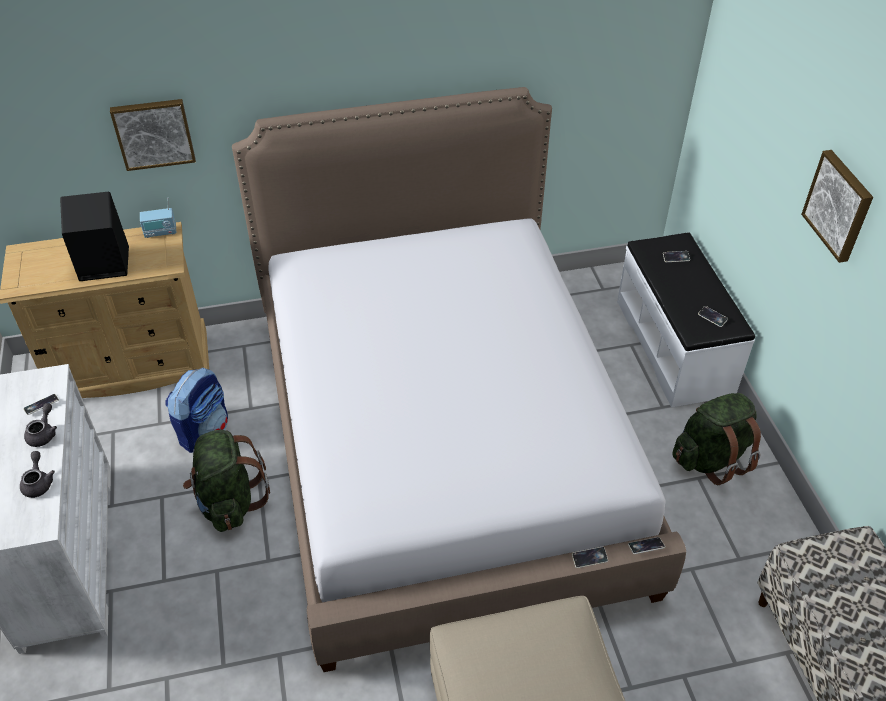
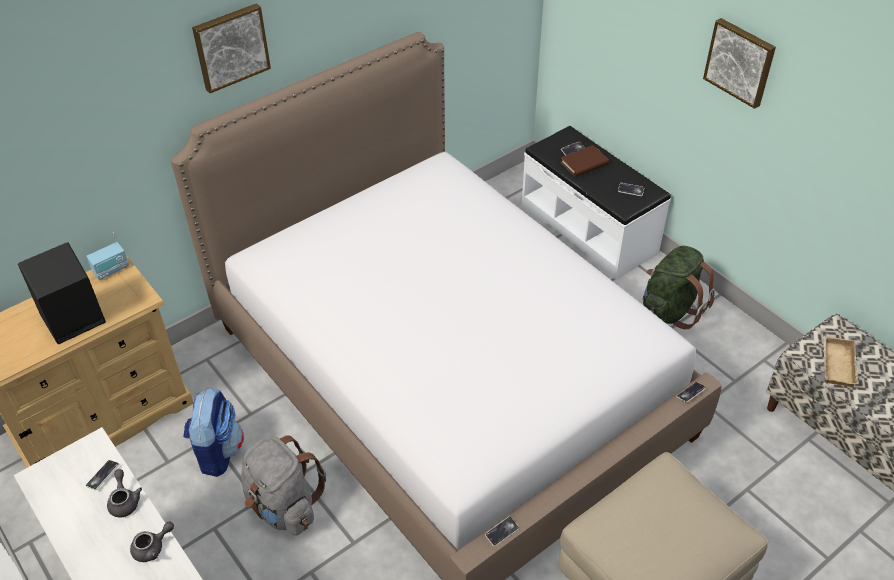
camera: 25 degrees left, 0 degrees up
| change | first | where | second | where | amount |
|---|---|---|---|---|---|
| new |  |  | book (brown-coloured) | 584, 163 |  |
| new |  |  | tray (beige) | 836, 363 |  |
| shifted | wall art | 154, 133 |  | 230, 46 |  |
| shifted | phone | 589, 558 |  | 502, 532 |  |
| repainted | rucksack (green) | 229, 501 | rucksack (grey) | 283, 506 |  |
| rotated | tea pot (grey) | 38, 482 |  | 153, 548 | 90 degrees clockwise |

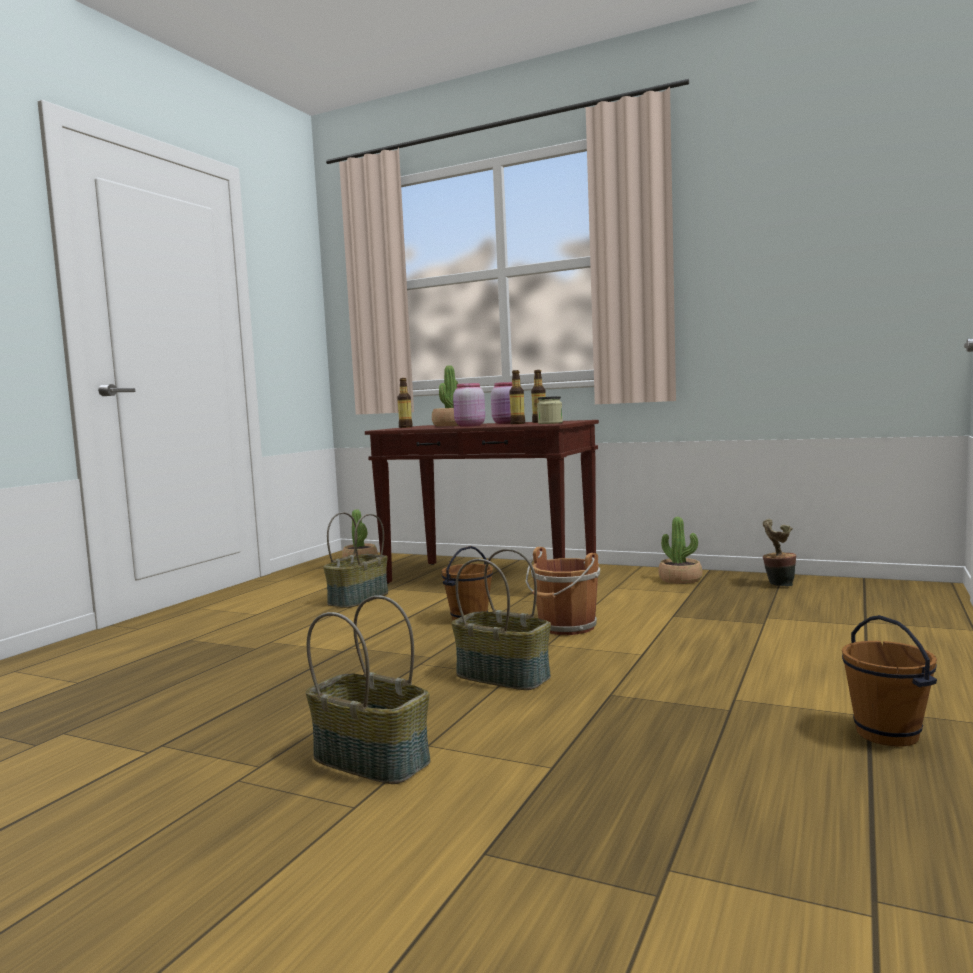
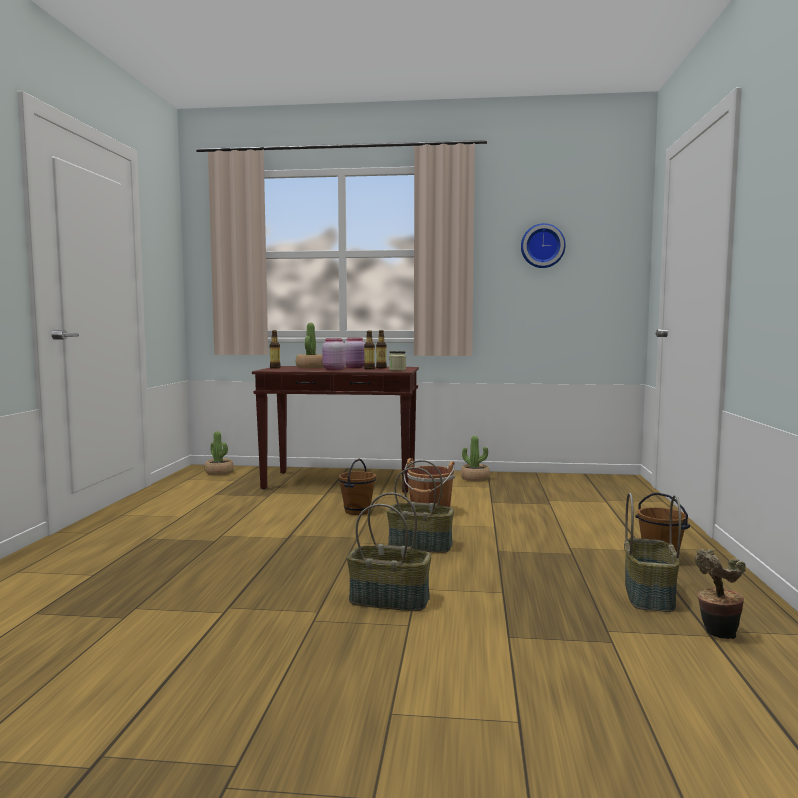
camera: 20 degrees left, 0 degrees up
| change | first | where | second | where | amount |
|---|---|---|---|---|---|
| new |  |  | wall clock | 542, 246 |  |
| shifted | basket | 359, 599 |  | 650, 596 |  |
| shifted | potted plant | 778, 585 |  | 716, 634 |  |

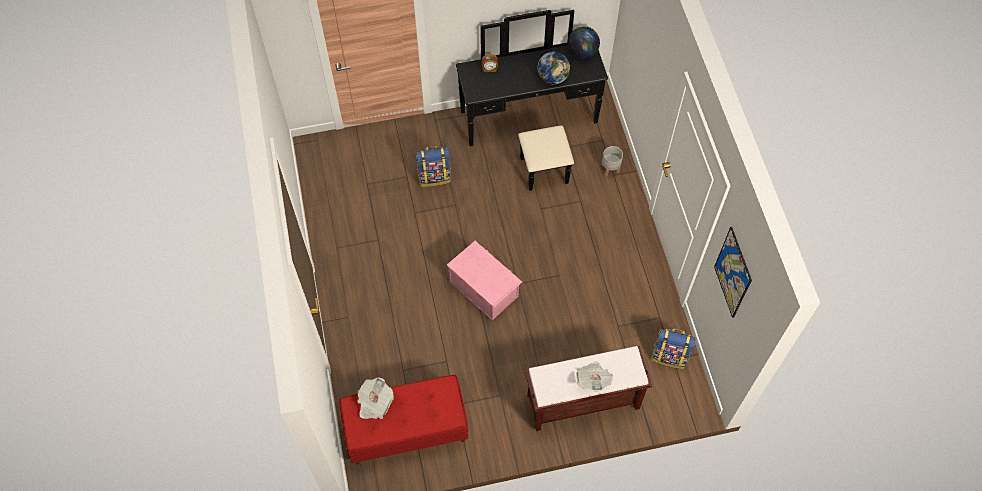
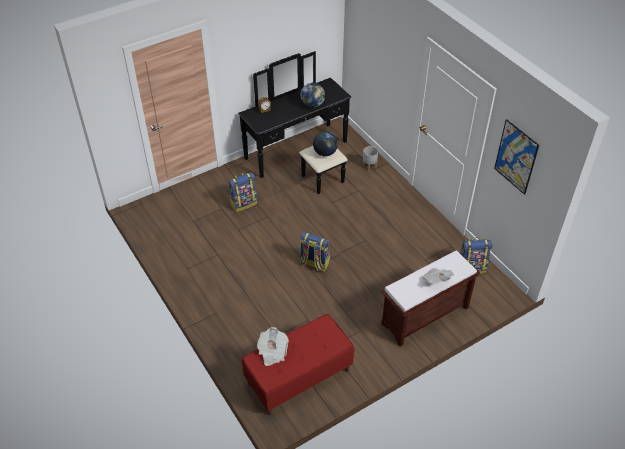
camera: 20 degrees left, 15 degrees down
| change | first | where | second | where | amount |
|---|---|---|---|---|---|
| shifted | world globe | 582, 52 |  | 325, 153 |  |
| swapped | storage container (pink) | 484, 288 | rucksack | 314, 263 |  |

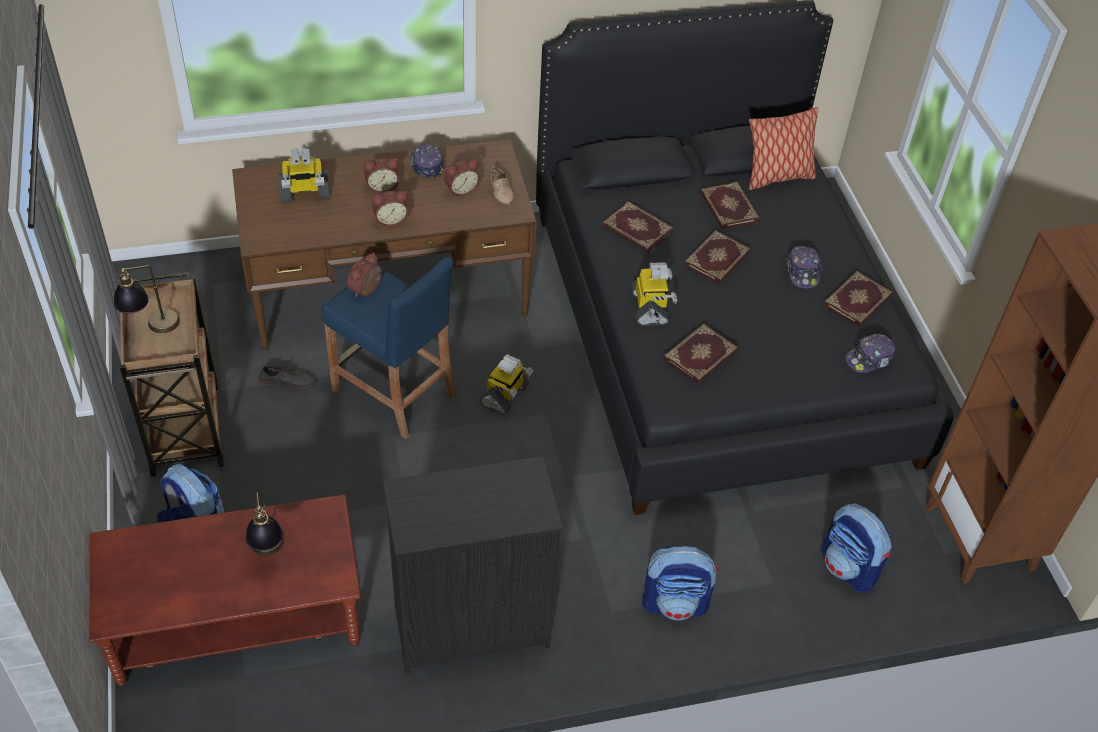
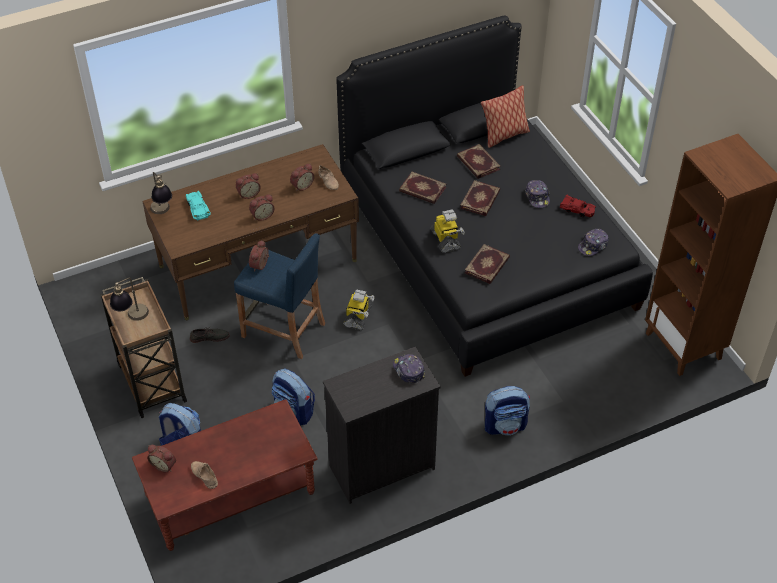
camera: 10 degrees left, 0 degrees up
| change | first | where | second | where | amount |
|---|---|---|---|---|---|
| new |  |  | table clock | 164, 465 |  |
| new |  |  | low shoe (beige) | 204, 476 |  |
| shifted | tabletop lamp | 268, 553 |  | 163, 212 |  |
| shifted | baseball cap | 426, 165 |  | 408, 370 |  |
| shifted | rucksack | 849, 568 |  | 294, 411 |  |
| swapped | robot figure | 304, 193 | miniature car (turquoise-coloured) | 198, 208 |  |
| swapped | book | 858, 302 | miniature car (red-coloured) | 577, 210 |  |

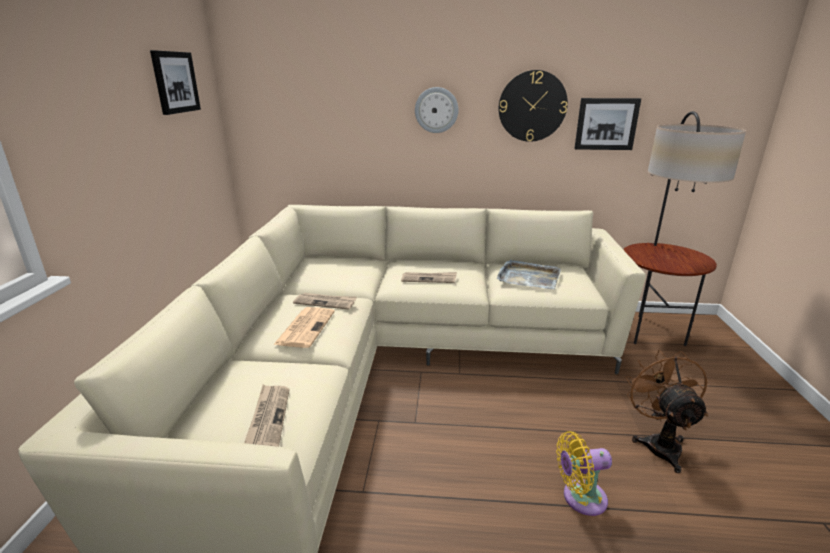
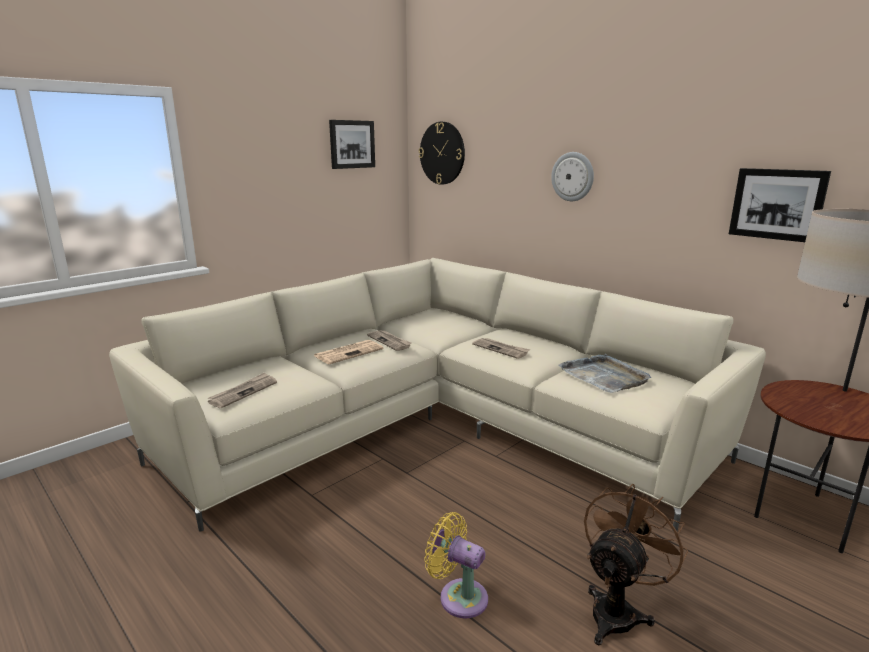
camera: 40 degrees right, 5 degrees down
| change | first | where | second | where | amount |
|---|---|---|---|---|---|
| shifted | wall clock | 532, 106 |  | 442, 153 |  |

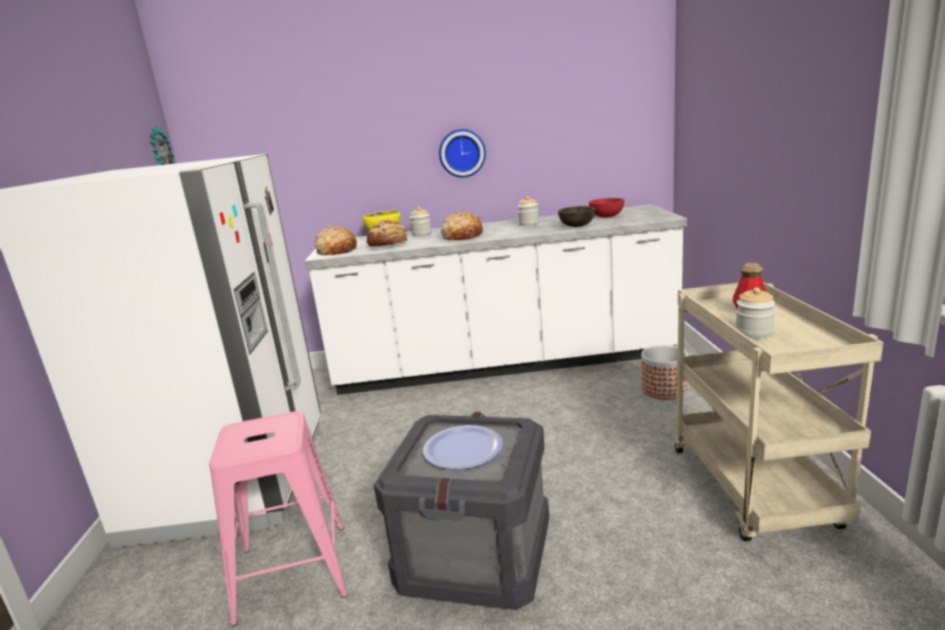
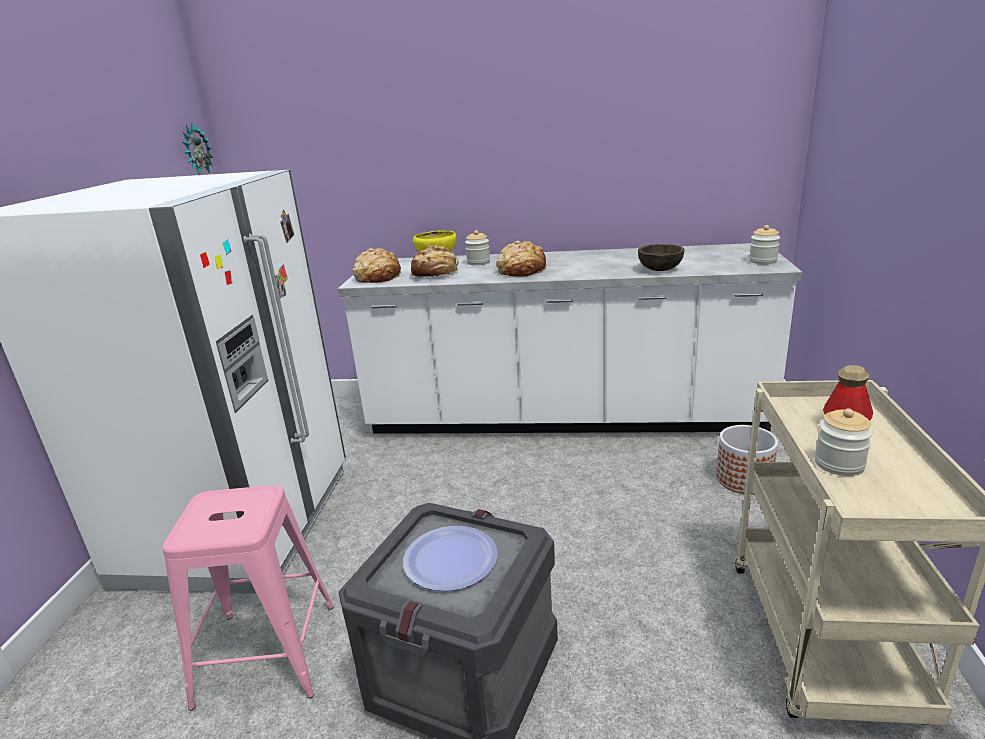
camera: 10 degrees right, 5 degrees up
| change | first | where | second | where | amount |
|---|---|---|---|---|---|
| gone | wall clock | 462, 153 |  |  |  |
| gone | deep dish (red-coloured) | 606, 216 |  |  |  |
| shifted | preserve jar | 529, 224 |  | 763, 261 |  |

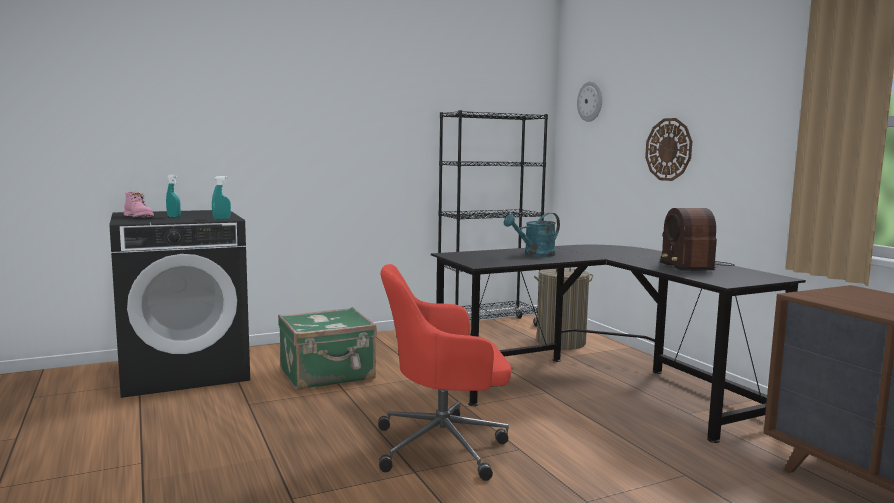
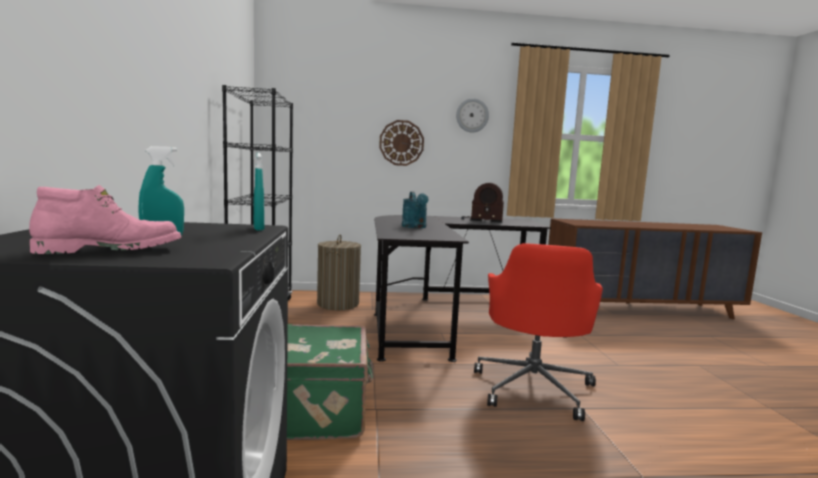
camera: 70 degrees left, 0 degrees up
| change | first | where | second | where | amount |
|---|---|---|---|---|---|
| shifted | wall clock | 590, 101 |  | 472, 115 |  |

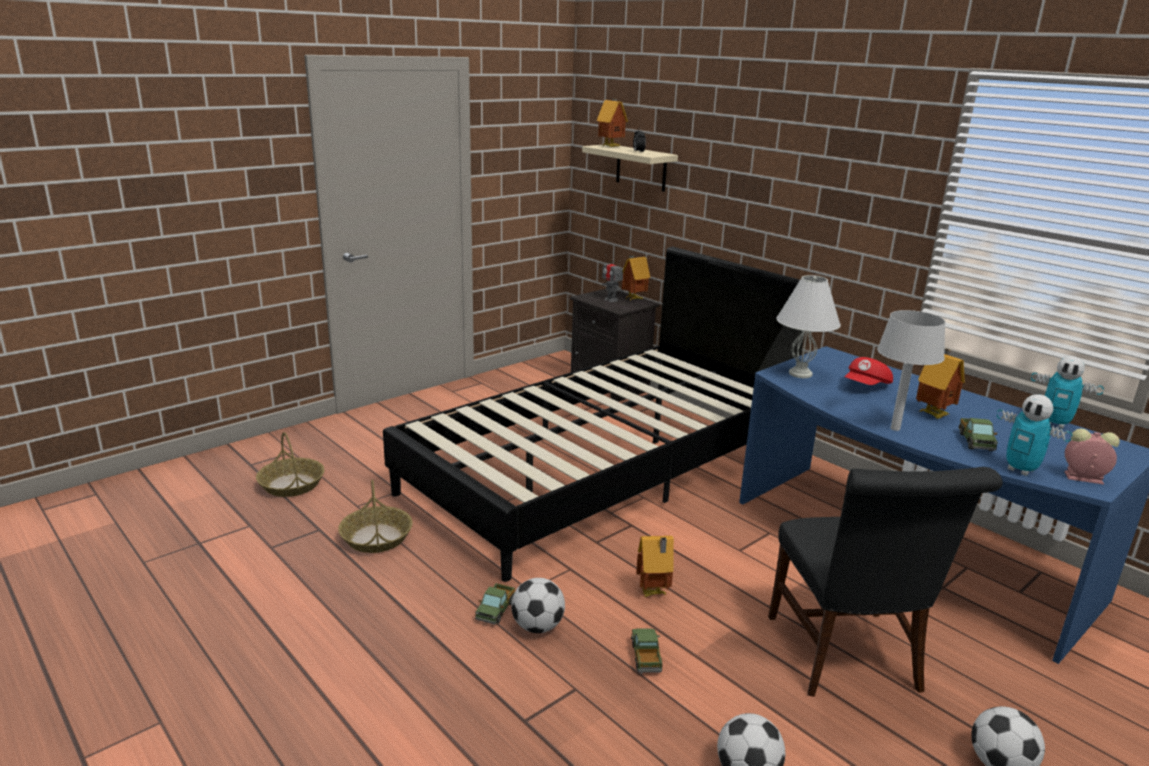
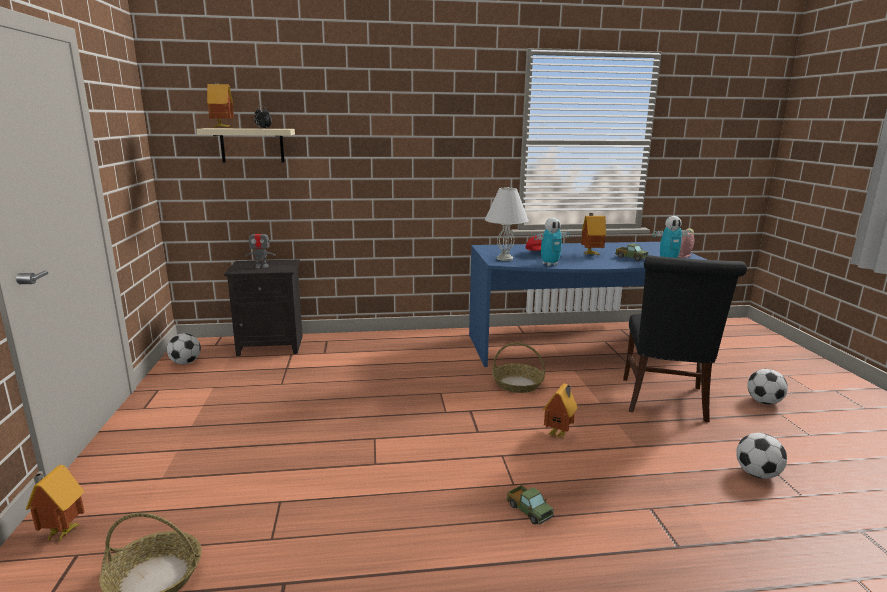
camera: 55 degrees left, 5 degrees down
| change | first | where | second | where | amount |
|---|---|---|---|---|---|
| gone | sleeping bed (blackish) | 601, 469 |  |  |  |
| gone | model truck | 646, 657 |  |  |  |
| gone | tabletop lamp (grey) | 895, 428 |  |  |  |
| shifted | basket | 376, 538 |  | 518, 384 |  |
| shifted | football ball | 538, 626 |  | 185, 362 |  |
| shifted | miniature house | 633, 299 |  | 61, 533 |  |
| shifted | robot figure | 1054, 424 |  | 550, 264 |  |
| rotated | chair (blackish) | 847, 659 |  | 665, 402 | 75 degrees clockwise |

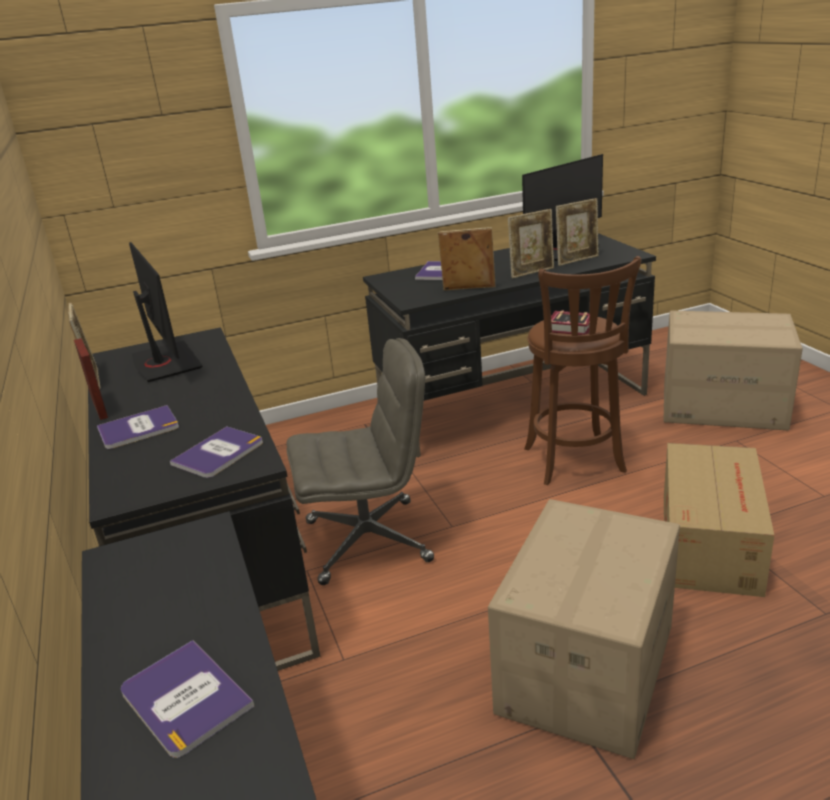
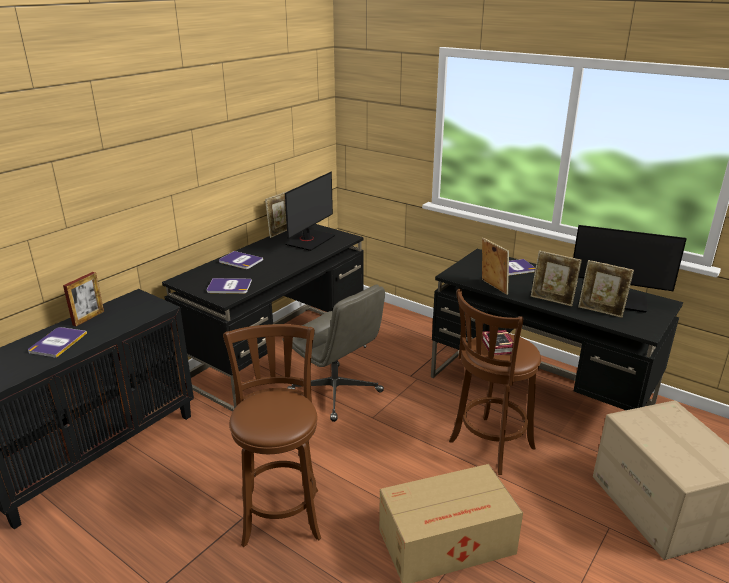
camera: 55 degrees right, 0 degrees up
| change | first | where | second | where | amount |
|---|---|---|---|---|---|
| shifted | picture frame | 99, 408 |  | 88, 318 |  |
| swapped | cardboard box | 585, 667 | sitting stool (brown-coloured) | 281, 513 |  |

